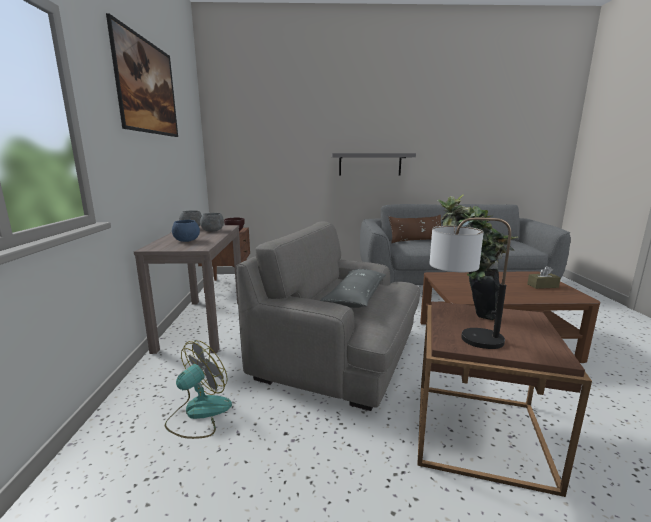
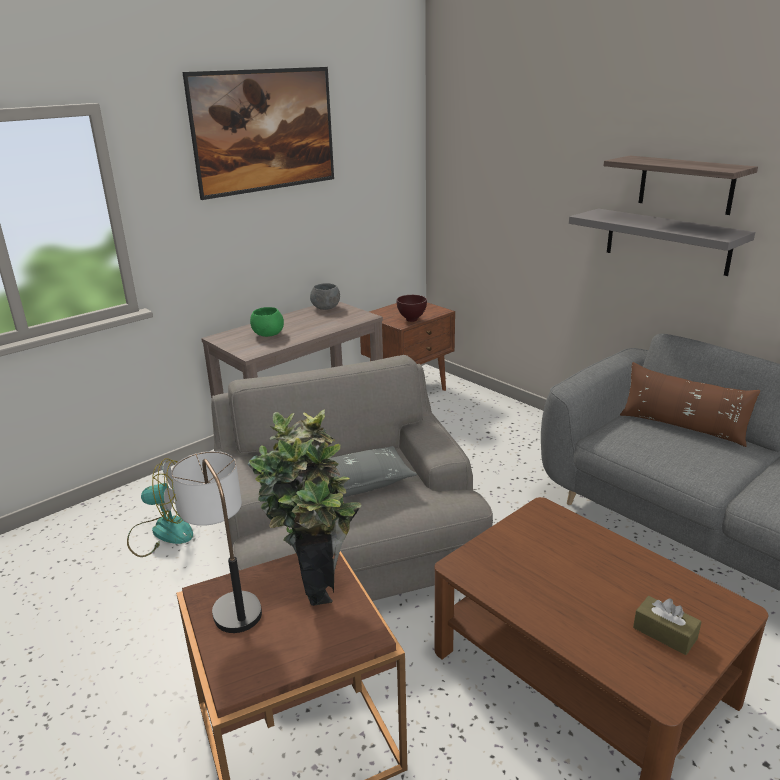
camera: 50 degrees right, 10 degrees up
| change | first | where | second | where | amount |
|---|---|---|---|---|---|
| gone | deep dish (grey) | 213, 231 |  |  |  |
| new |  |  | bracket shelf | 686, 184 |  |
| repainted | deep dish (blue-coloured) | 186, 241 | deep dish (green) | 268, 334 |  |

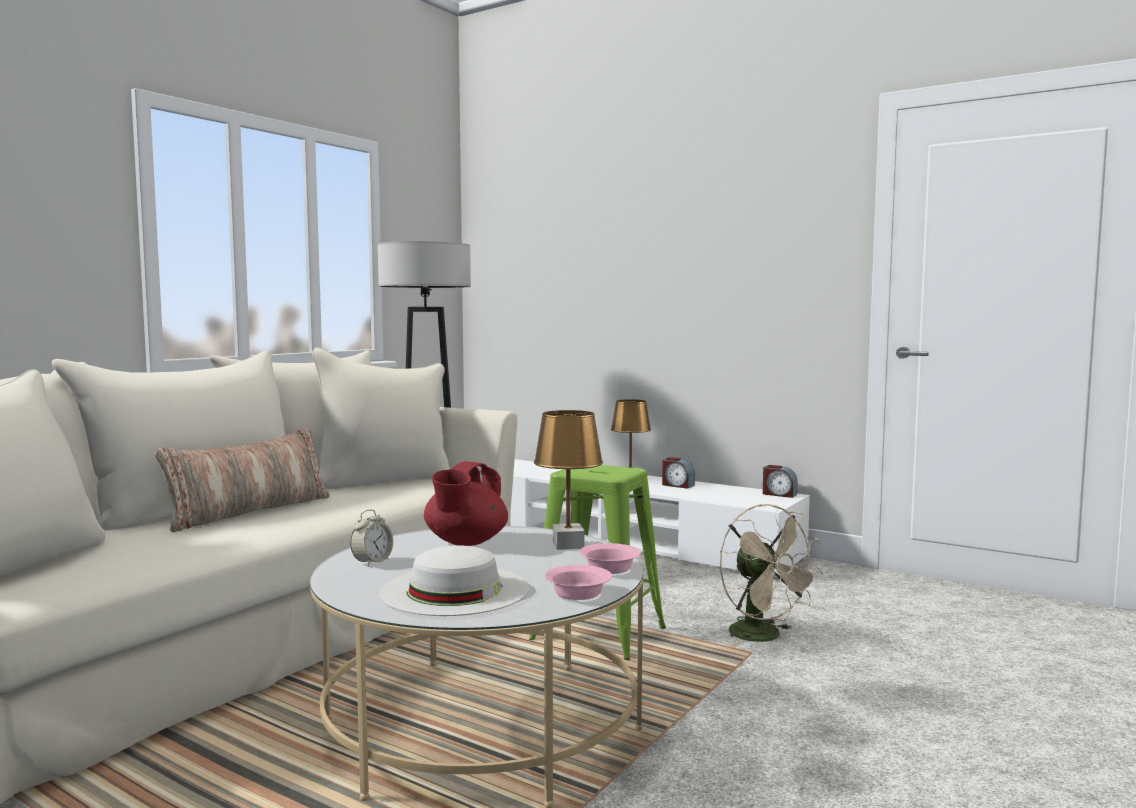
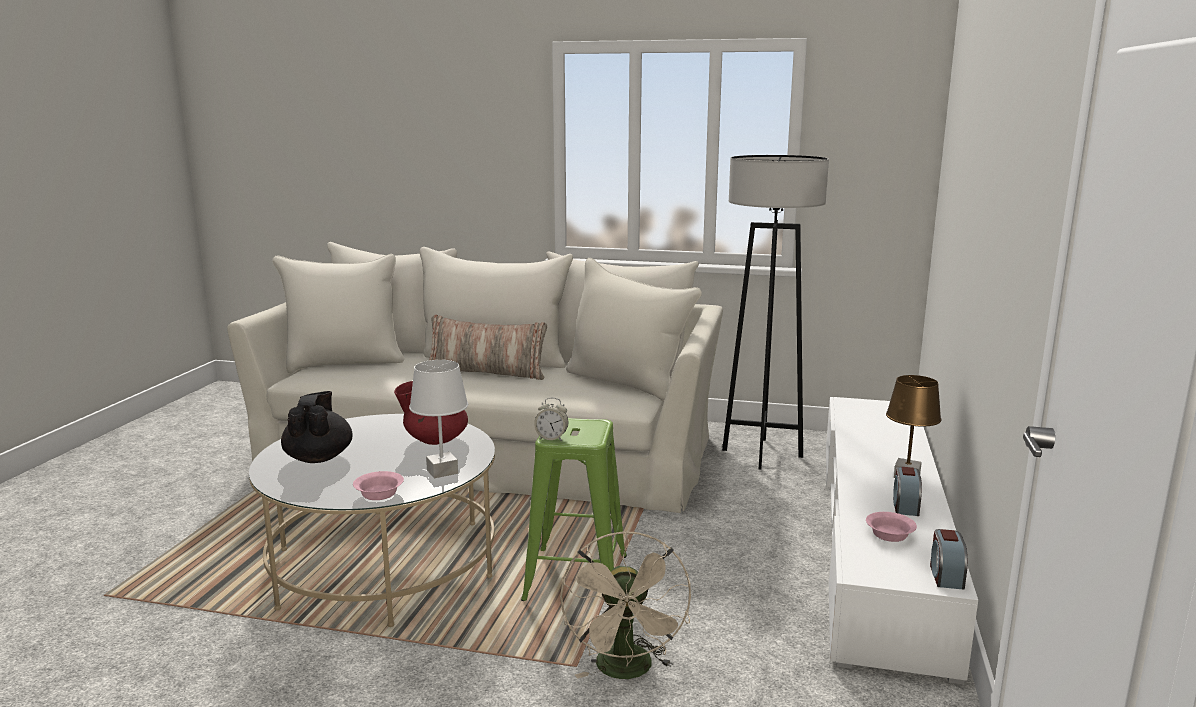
camera: 70 degrees right, 10 degrees up
| change | first | where | second | where | amount |
|---|---|---|---|---|---|
| shifted | table clock | 372, 562 |  | 551, 438 |  |
| shifted | deep dish (pink) | 578, 594 |  | 888, 535 |  |
| swapped | clothing hat (white) | 455, 590 | tea pot (blackish) | 319, 457 |  |
| repainted | tabletop lamp (brown-coloured) | 569, 545 | tabletop lamp (white) | 442, 472 |  |
| rotated | cooling fan (beige) | 764, 637 |  | 627, 671 | 45 degrees counterclockwise |

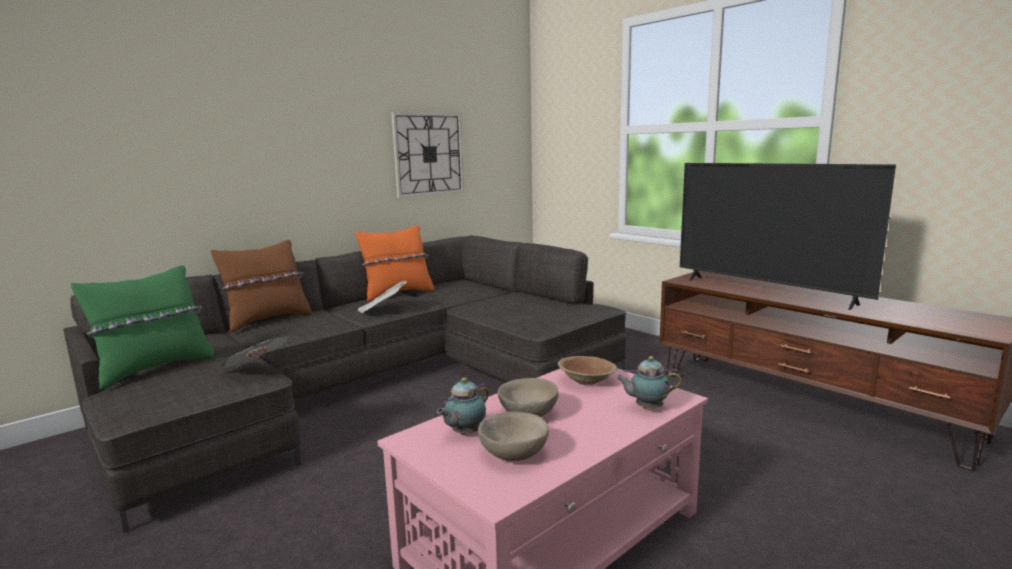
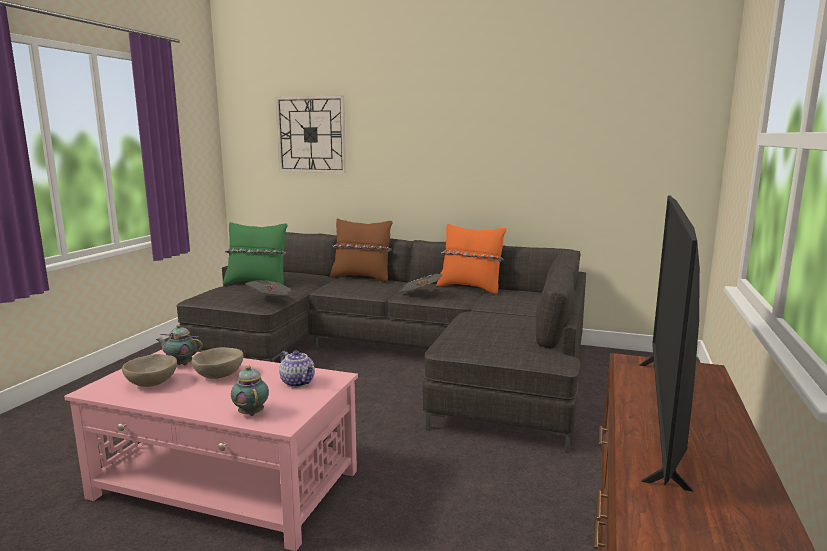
camera: 60 degrees right, 0 degrees up
| change | first | where | second | where | amount |
|---|---|---|---|---|---|
| shifted | wall clock | 428, 154 |  | 311, 134 |  |
| swapped | deep dish (brown-coloured) | 587, 381 | tea pot | 298, 382 |  |

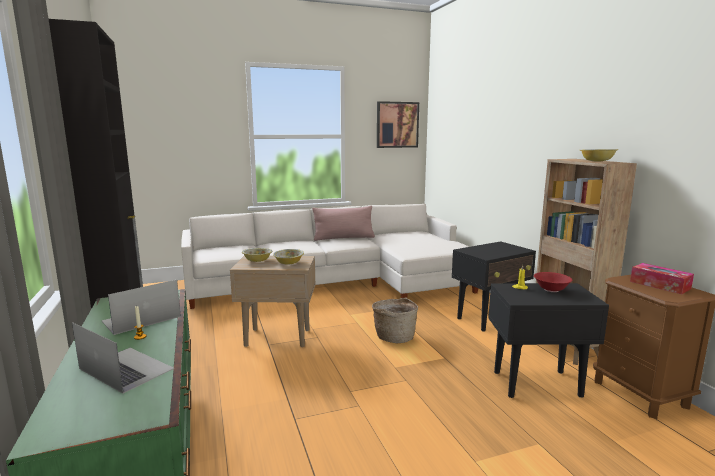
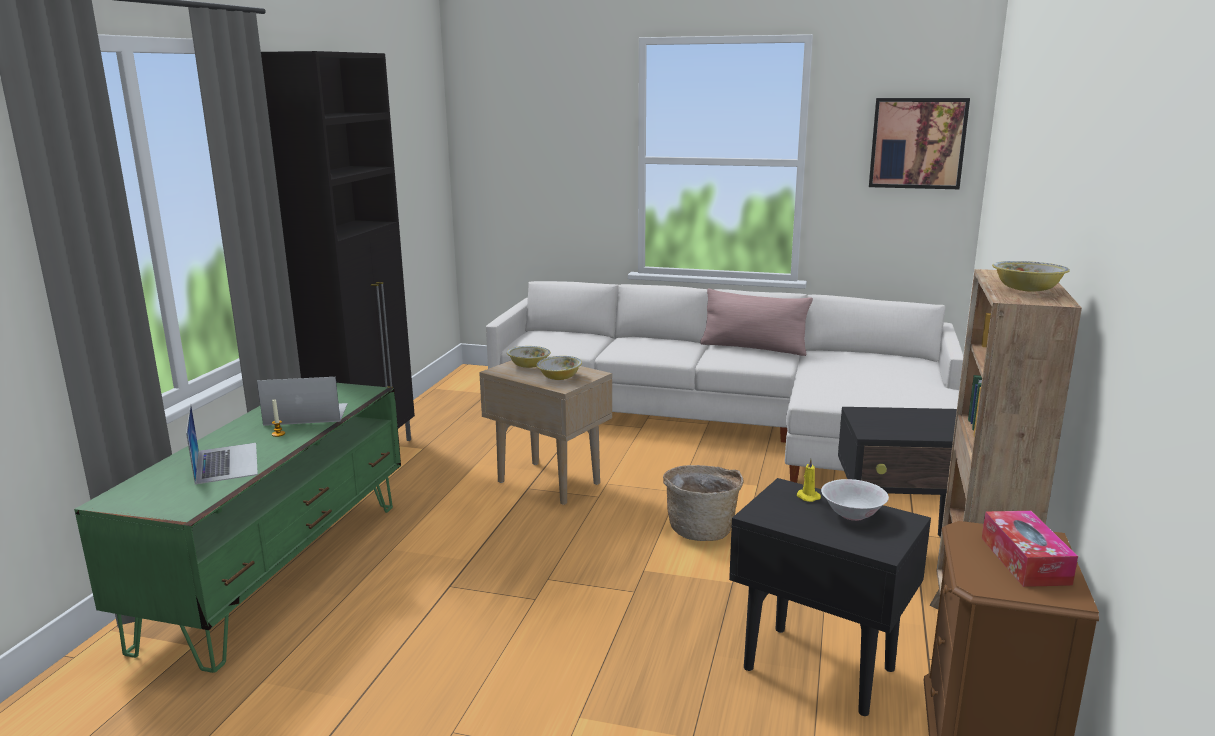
camera: 35 degrees right, 5 degrees up
| change | first | where | second | where | amount |
|---|---|---|---|---|---|
| repainted | deep dish (red-coloured) | 551, 289 | deep dish (white) | 852, 514 |  |

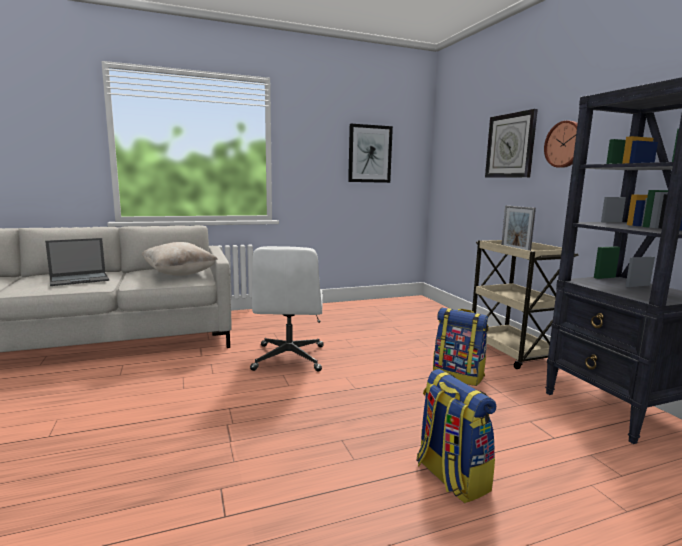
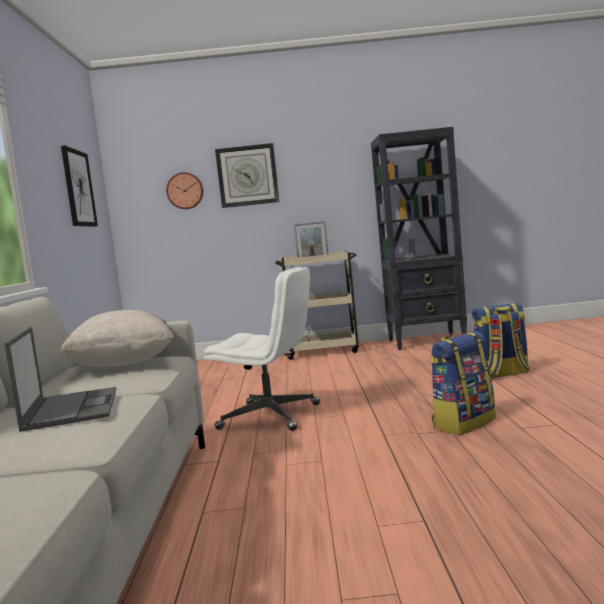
camera: 70 degrees left, 5 degrees down
| change | first | where | second | where | amount |
|---|---|---|---|---|---|
| shifted | rucksack | 458, 375 |  | 463, 423 |  |
| shifted | wall clock | 565, 144 |  | 185, 191 |  |

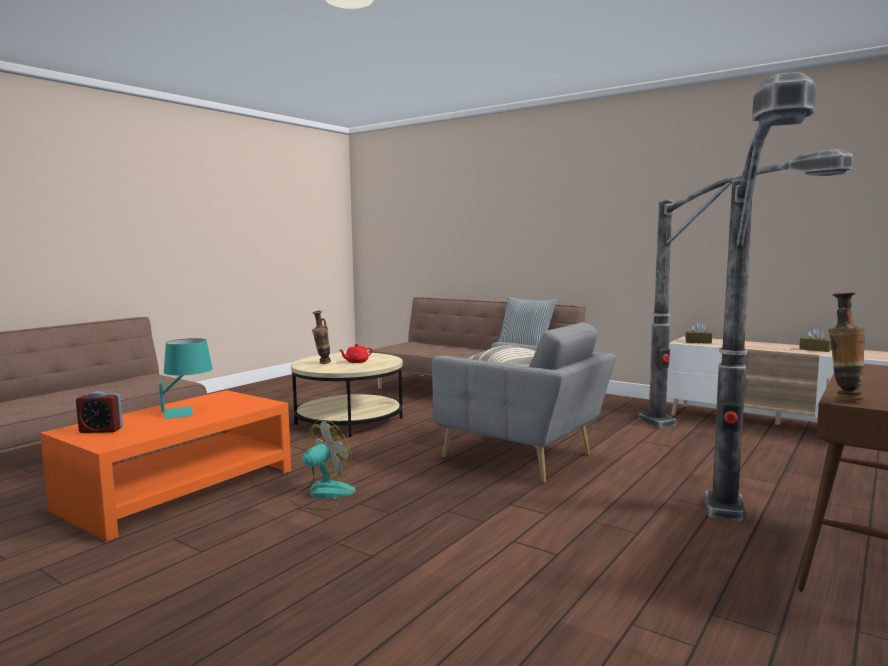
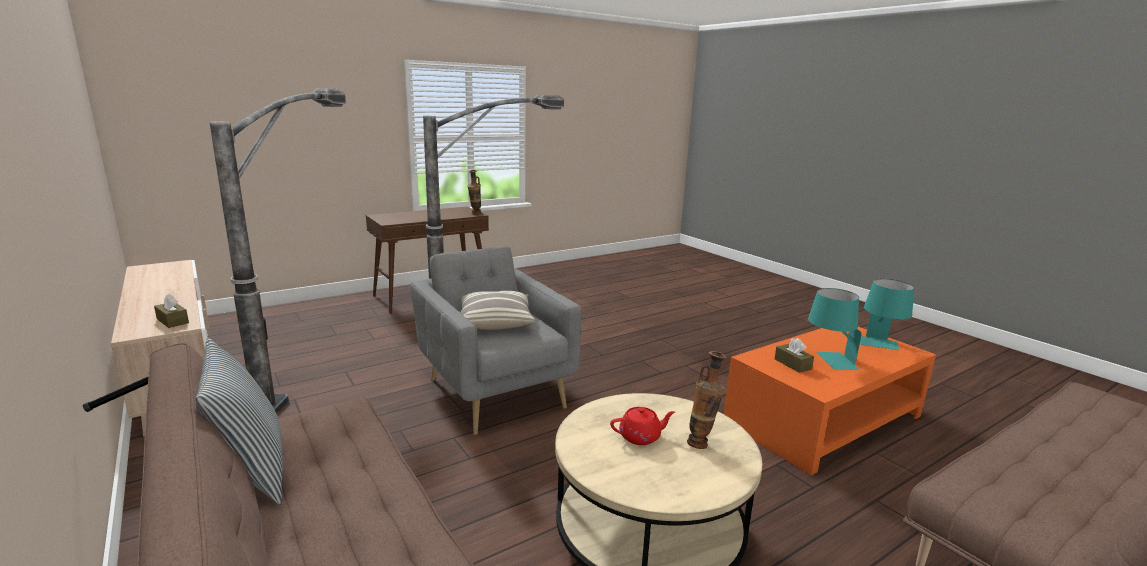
camera: 160 degrees left, 10 degrees up
| change | first | where | second | where | amount |
|---|---|---|---|---|---|
| gone | cooling fan | 322, 495 |  |  |  |
| shifted | box of tissues (brown-coloured) | 815, 349 |  | 792, 364 |  |
| swapped | table clock | 101, 430 | tabletop lamp (turquoise-coloured) | 879, 346 |  |

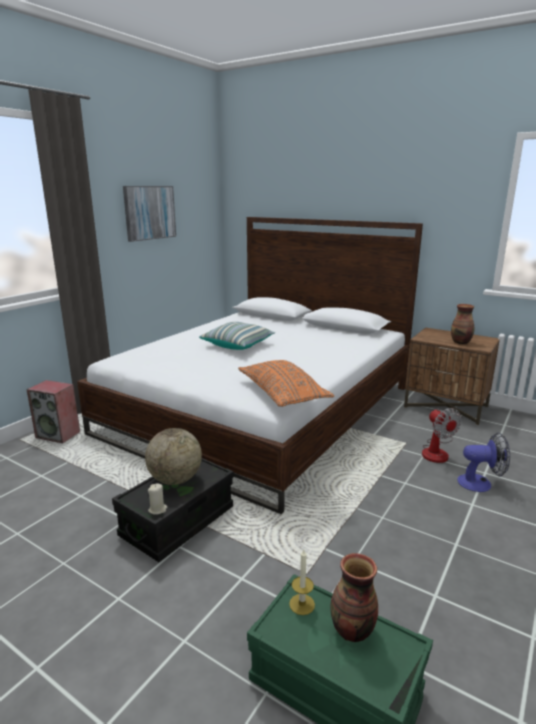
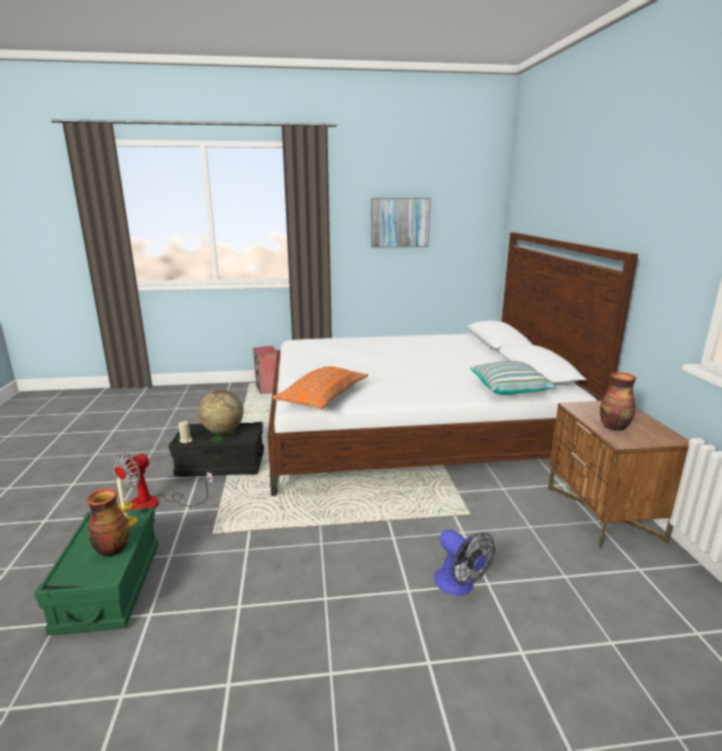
camera: 50 degrees right, 0 degrees up
| change | first | where | second | where | amount |
|---|---|---|---|---|---|
| shifted | pillow | 238, 345 |  | 510, 389 |  |
| shifted | cooling fan | 437, 451 |  | 155, 504 |  |

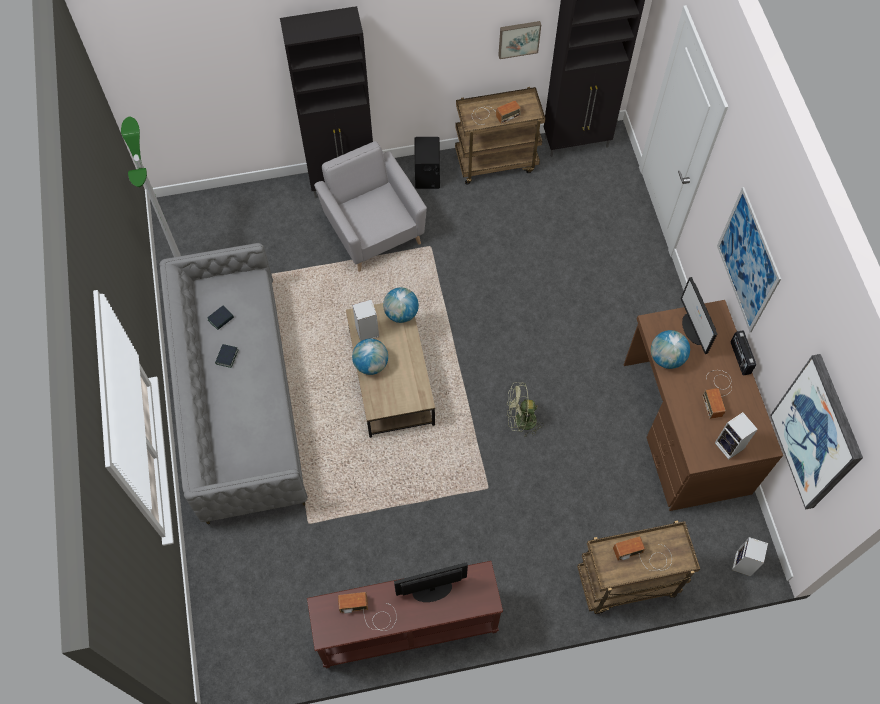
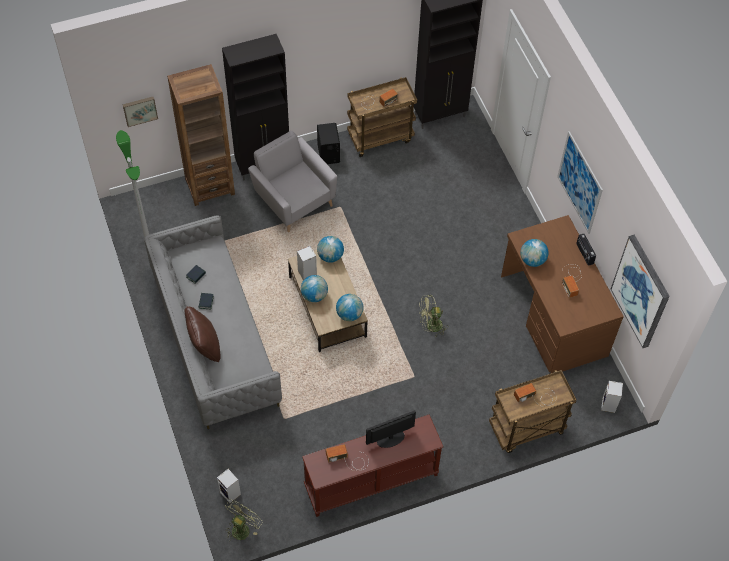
camera: 10 degrees left, 5 degrees down
| change | first | where | second | where | amount |
|---|---|---|---|---|---|
| gone | computer screen | 694, 329 |  |  |  |
| new |  |  | bookshelf (brown-coloured) | 210, 186 |  |
| new |  |  | pillow (brown-coloured) | 204, 345 |  |
| new |  |  | cooling fan (green) | 242, 527 |  |
| new |  |  | world globe | 349, 314 |  |
| shifted | wall art | 518, 38 |  | 140, 110 |  |
| shifted | audio speaker | 730, 446 |  | 231, 493 |  |

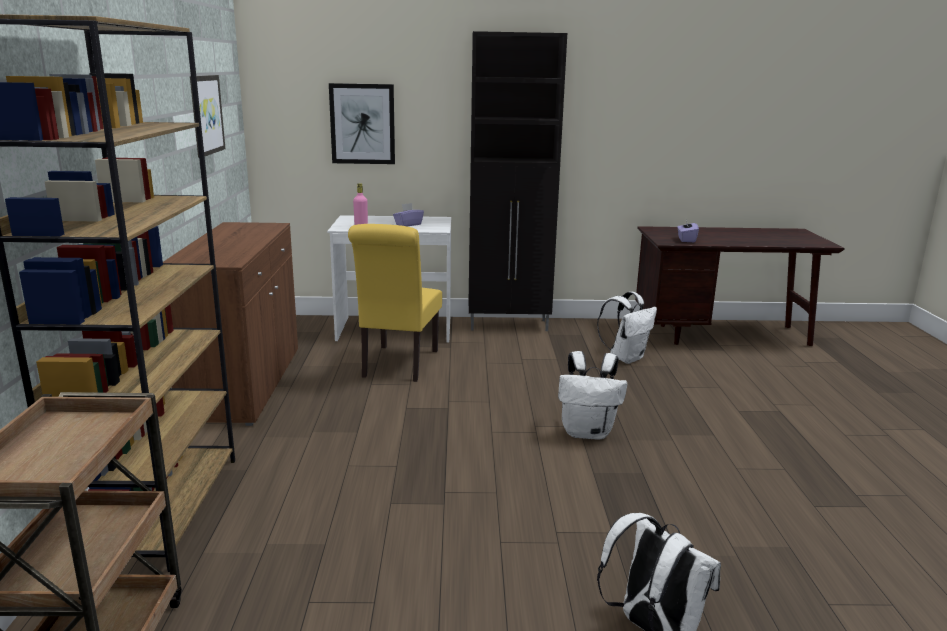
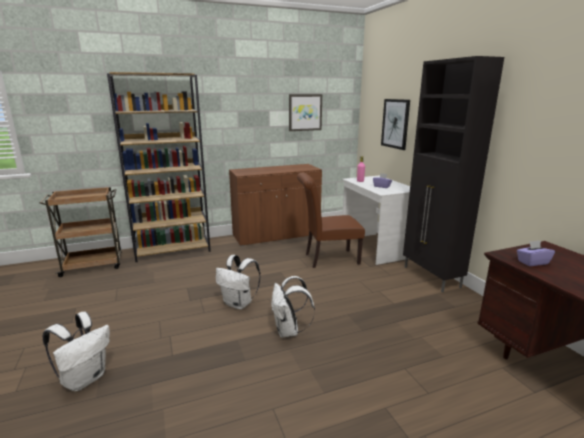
camera: 70 degrees right, 0 degrees up
| change | first | where | second | where | amount |
|---|---|---|---|---|---|
| shifted | rucksack (white) | 626, 358 |  | 239, 304 |  |
| repainted | chair (yellow) | 398, 365 | chair (brown-coloured) | 328, 259 |  |

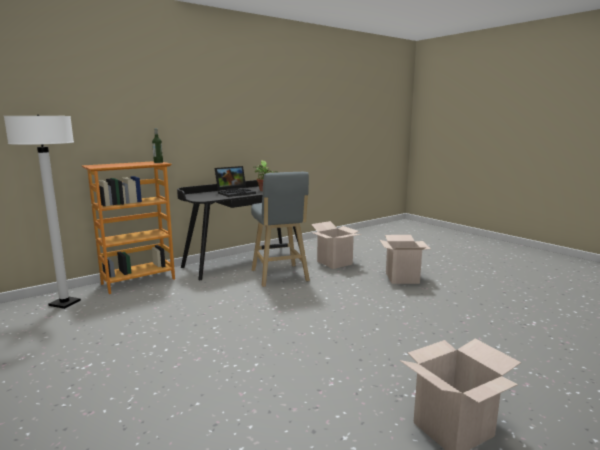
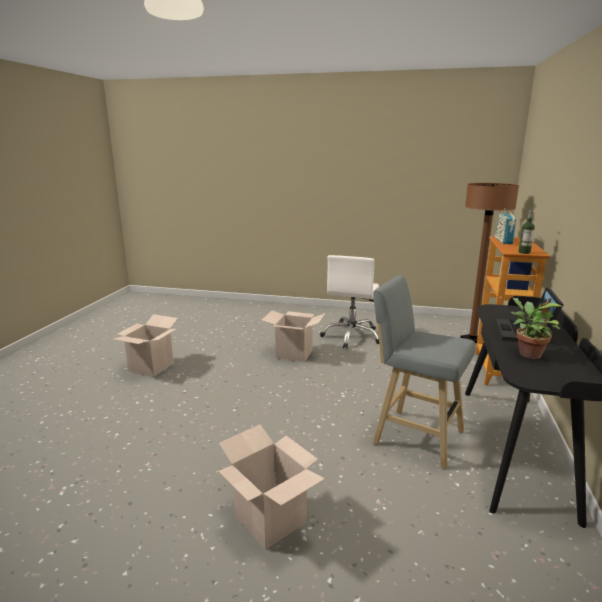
camera: 140 degrees right, 5 degrees up
| change | first | where | second | where | amount |
|---|---|---|---|---|---|
| new |  |  | desk chair (white) | 352, 336 |  |
| new |  |  | radio | 503, 240 |  |
| shifted | cardboard box | 334, 263 |  | 294, 354 |  |
| repainted | standard lamp (white) | 64, 303 | standard lamp (brown-coloured) | 472, 339 |  |

